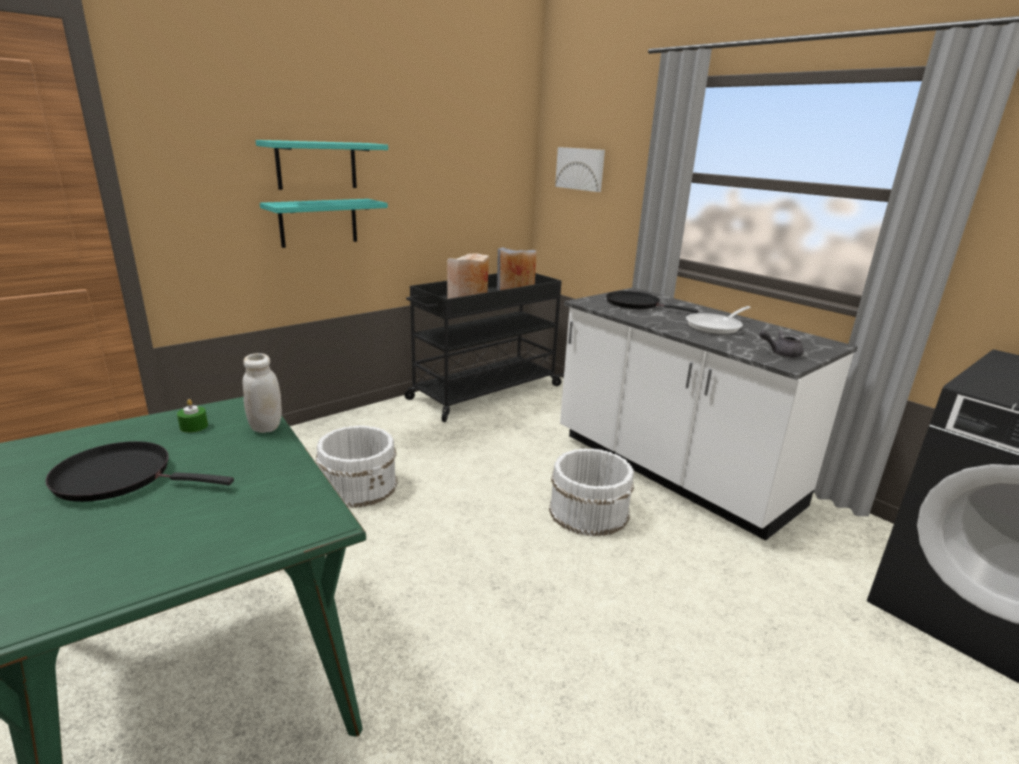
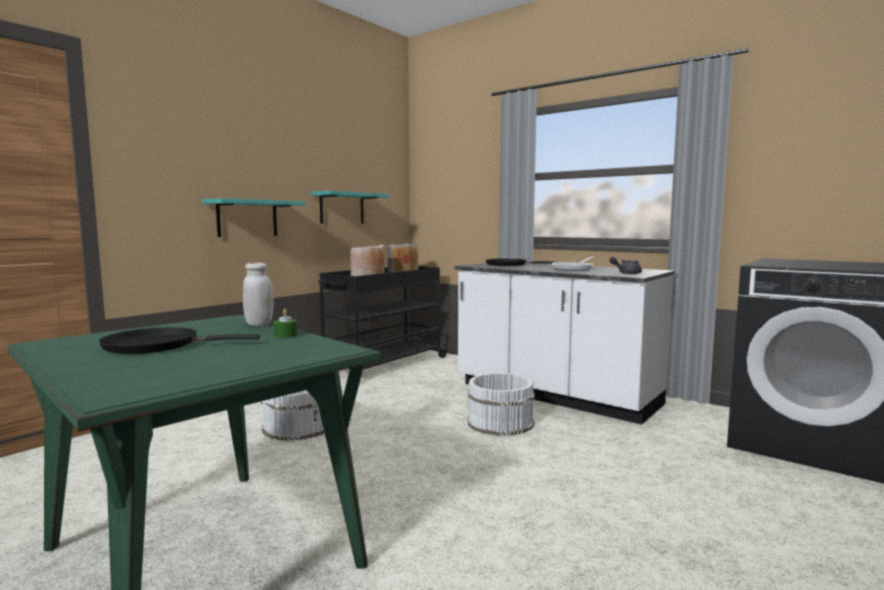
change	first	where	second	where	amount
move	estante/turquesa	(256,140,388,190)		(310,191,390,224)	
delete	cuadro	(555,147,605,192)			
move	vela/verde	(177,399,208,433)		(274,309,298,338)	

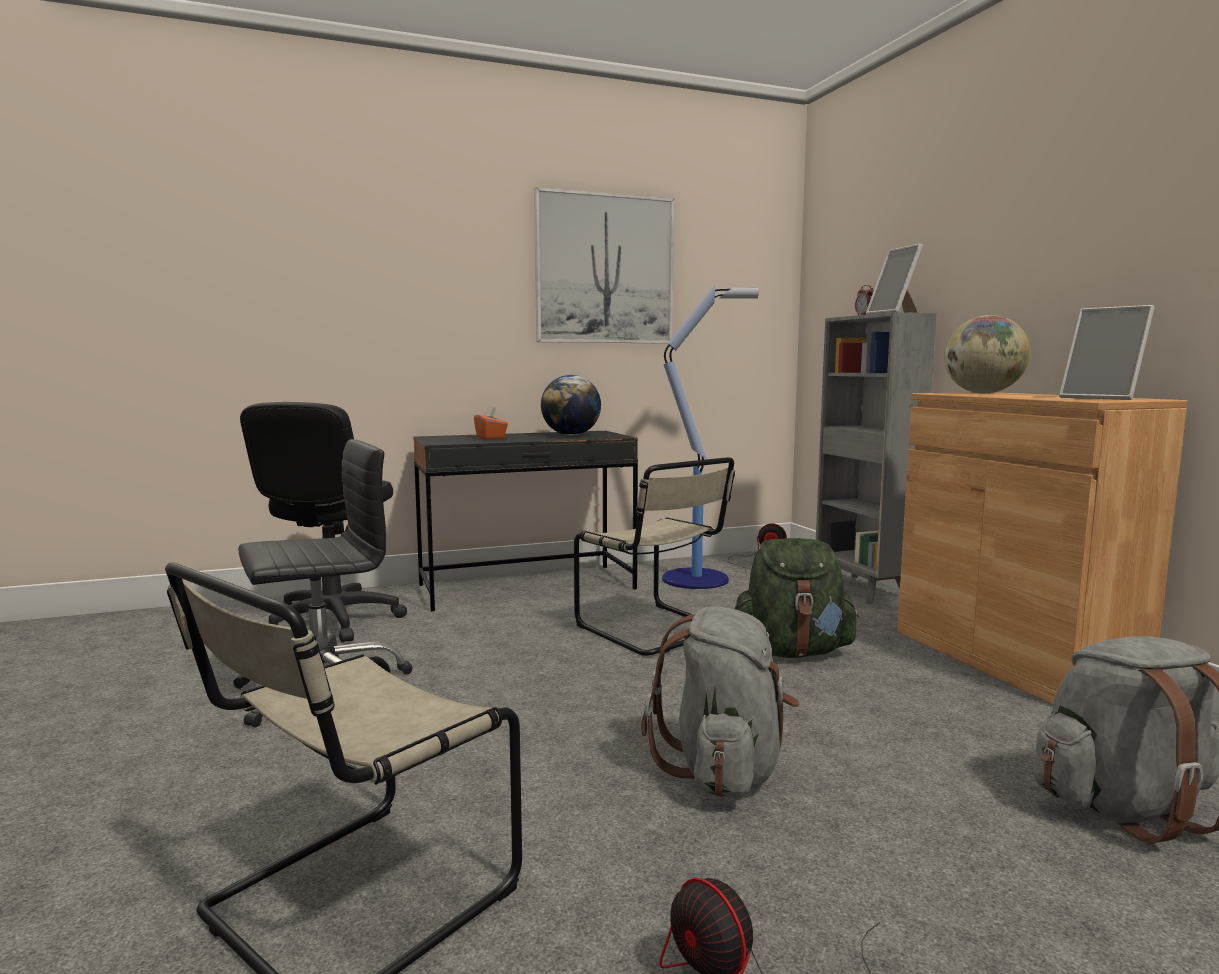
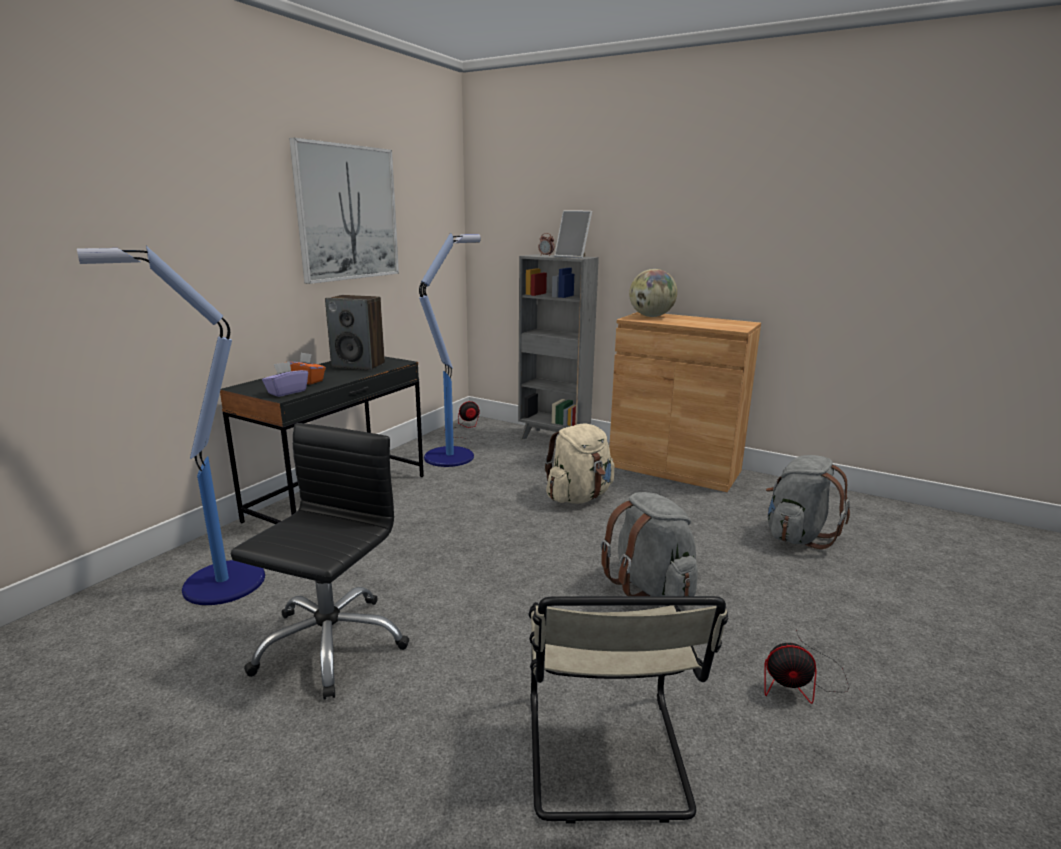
change	first	where	second	where	amount
delete	portarretratos	(1059,305,1155,400)			
replace	globo terráqueo	(541,375,601,436)	altavoz	(325,295,385,370)	
replace	silla de oficina/negro	(240,402,407,642)	lámpara de pie	(77,246,265,605)	
delete	silla/beis	(574,457,735,656)			
recolor	mochila/verde	(735,538,859,658)	mochila/beis	(545,424,614,504)	
insert			caja de pañuelos/morado	(262,361,308,397)	

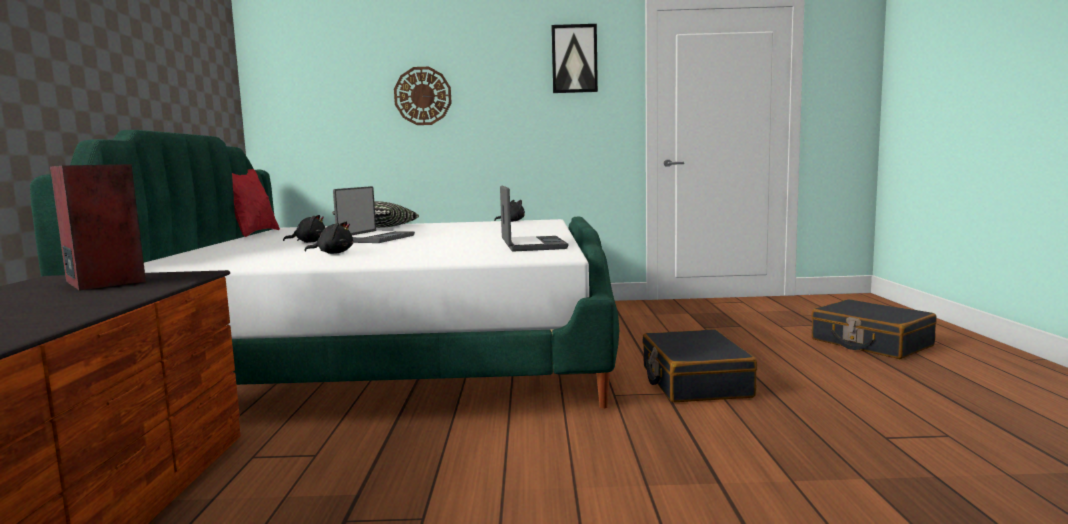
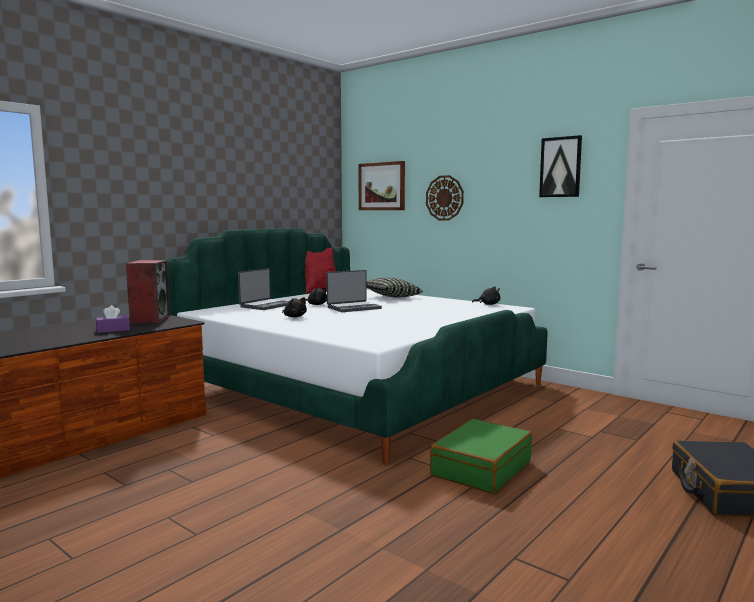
change	first	where	second	where	amount
move	portátil	(500,186,569,252)		(238,268,289,310)	
recolor	maleta/negro	(642,329,757,402)	maleta/verde	(430,419,532,494)	
insert			cuadro	(358,161,405,210)	
insert			caja de pañuelos/morado	(96,305,130,333)	

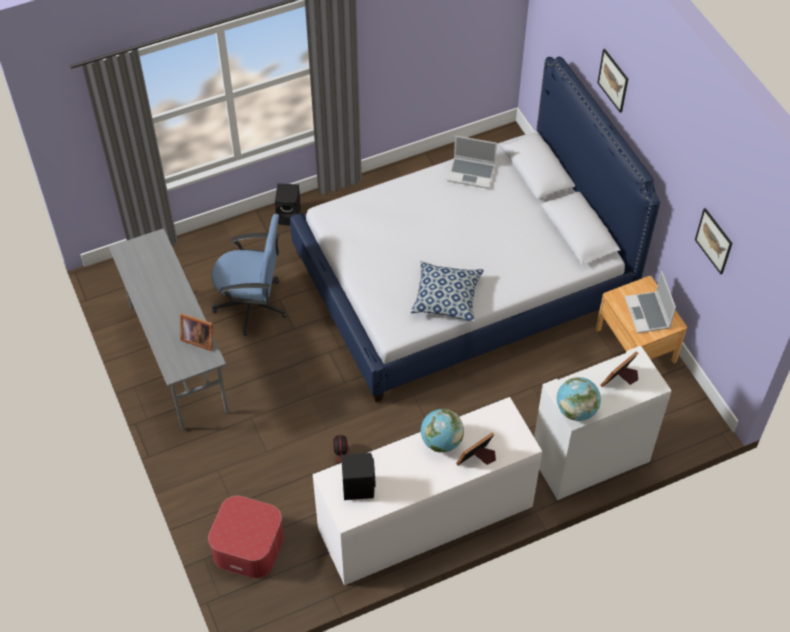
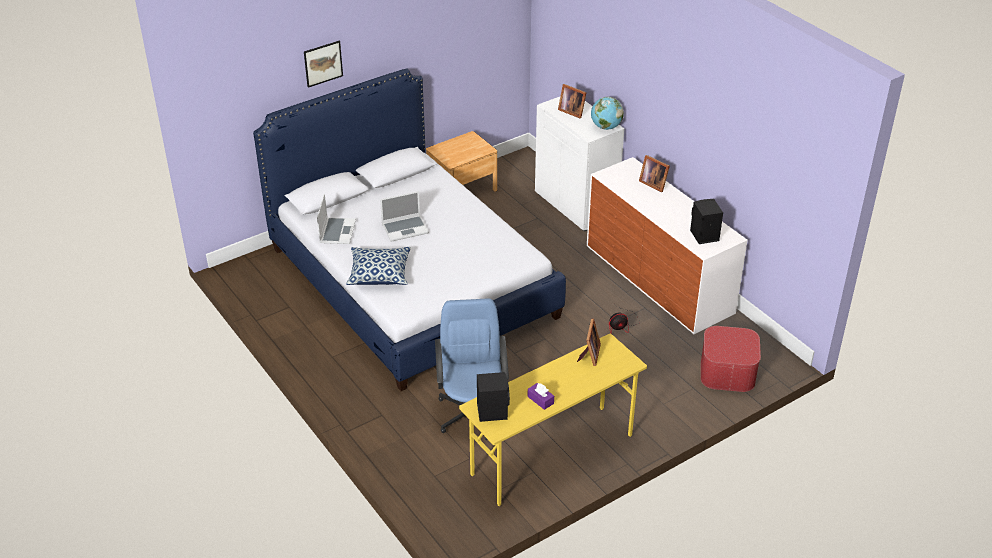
change	first	where	second	where	amount
move	altavoz/negro	(275,184,301,226)		(477,372,510,422)	
delete	cuadro	(695,208,732,274)			
recolor	escritorio/gris	(109,229,229,430)	escritorio/amarillo	(459,334,647,506)	
move	cojín	(410,261,484,322)		(346,247,411,285)	
move	portátil	(625,271,676,333)		(380,191,429,242)	
delete	globo terráqueo	(421,409,464,452)			
insert			caja de pañuelos/morado	(528,383,554,410)	

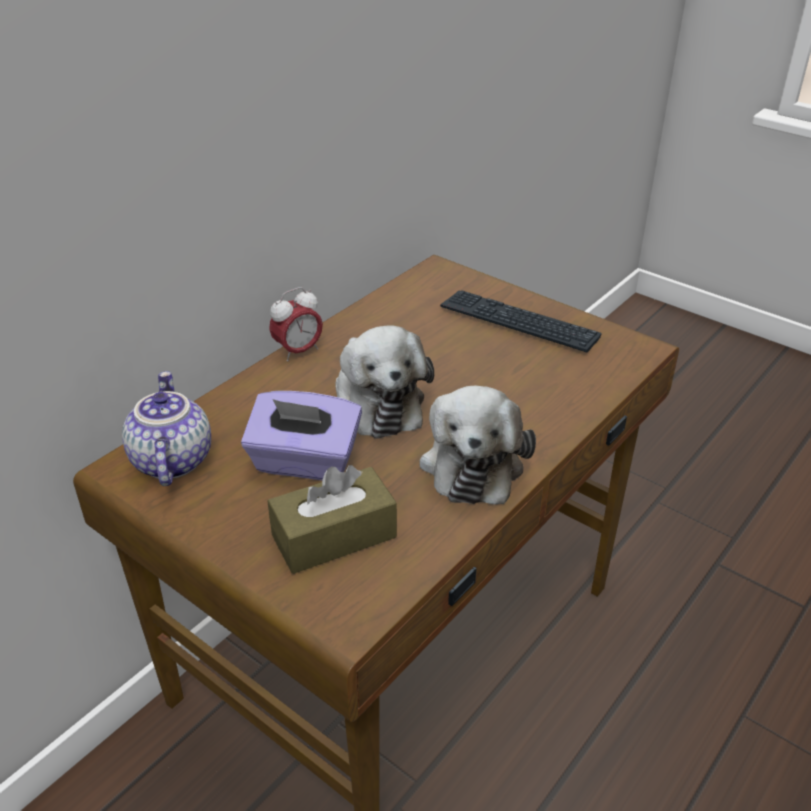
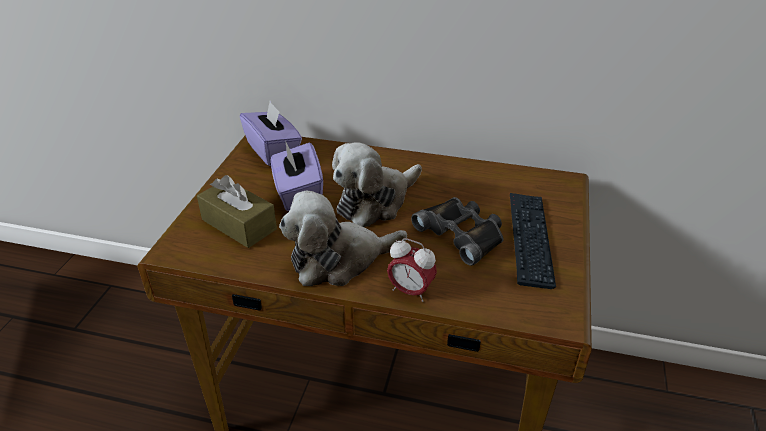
change	first	where	second	where	amount
move	despertador	(269,287,323,362)		(387,238,437,302)	
replace	tetera	(122,371,211,486)	caja de pañuelos/morado	(240,101,302,166)	
insert			prismáticos/negro	(411,197,503,266)	

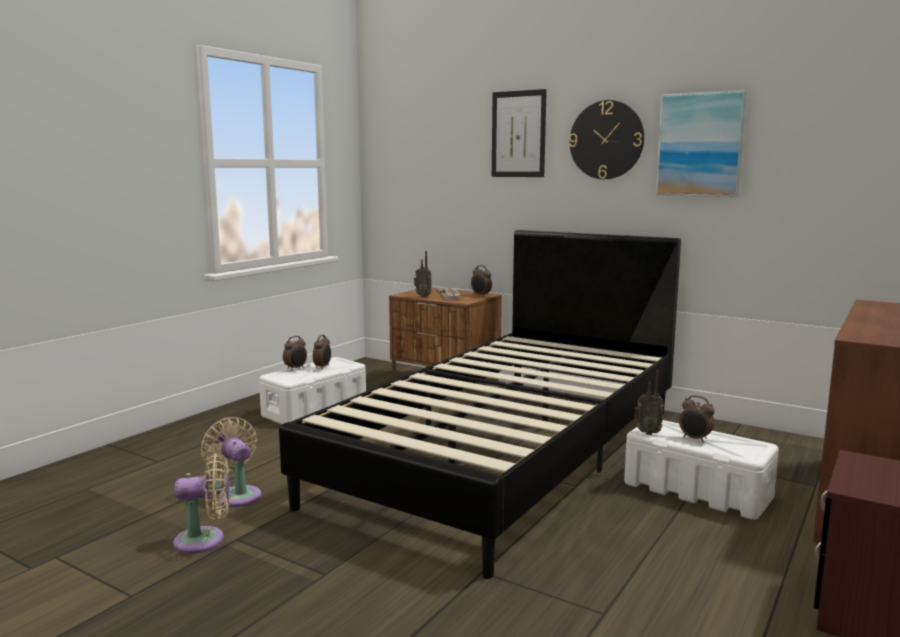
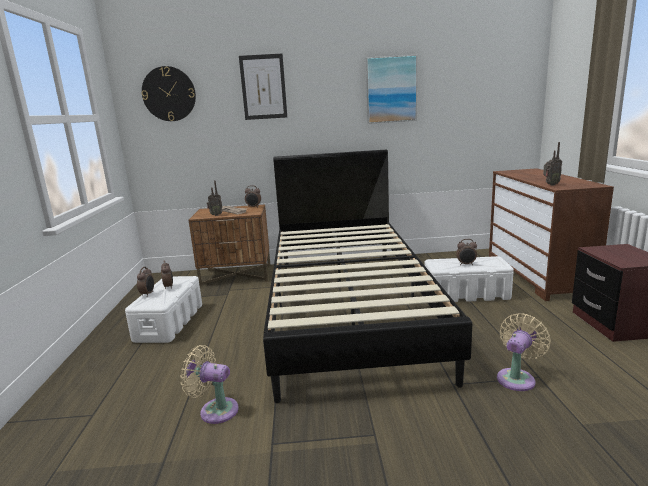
change	first	where	second	where	amount
move	reloj de pared	(569,100,644,179)		(142,66,196,121)	
move	radio	(634,370,664,435)		(543,142,562,186)	
move	ventilador/beis	(173,454,230,554)		(497,313,551,391)	

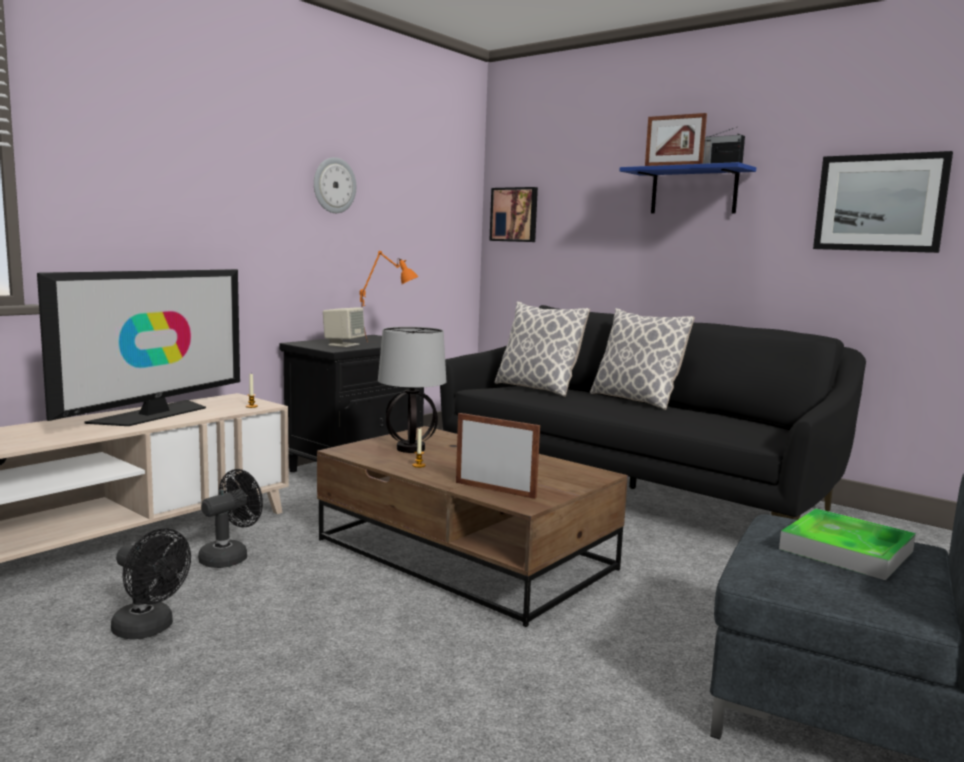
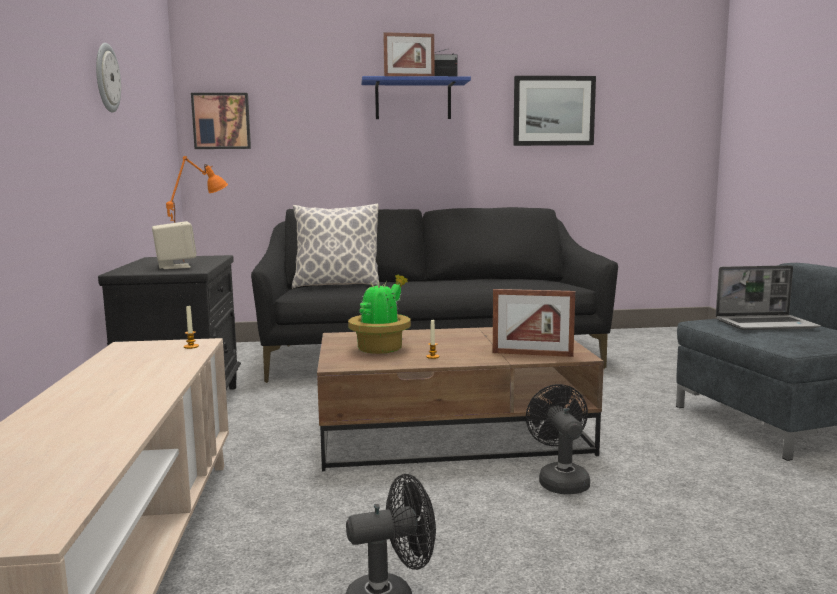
change	first	where	second	where	amount
delete	televisor	(37,269,240,426)			
delete	cojín	(590,308,695,410)			
replace	lámpara de mesa	(378,327,446,453)	planta en maceta	(348,275,411,354)	
rotate	portarretratos	(456,413,540,499)		(493,289,575,357)	150 degrees counterclockwise
move	ventilador/negro	(198,469,263,568)		(526,384,590,494)	
replace	bandeja	(779,508,916,580)	portátil	(716,265,821,330)	

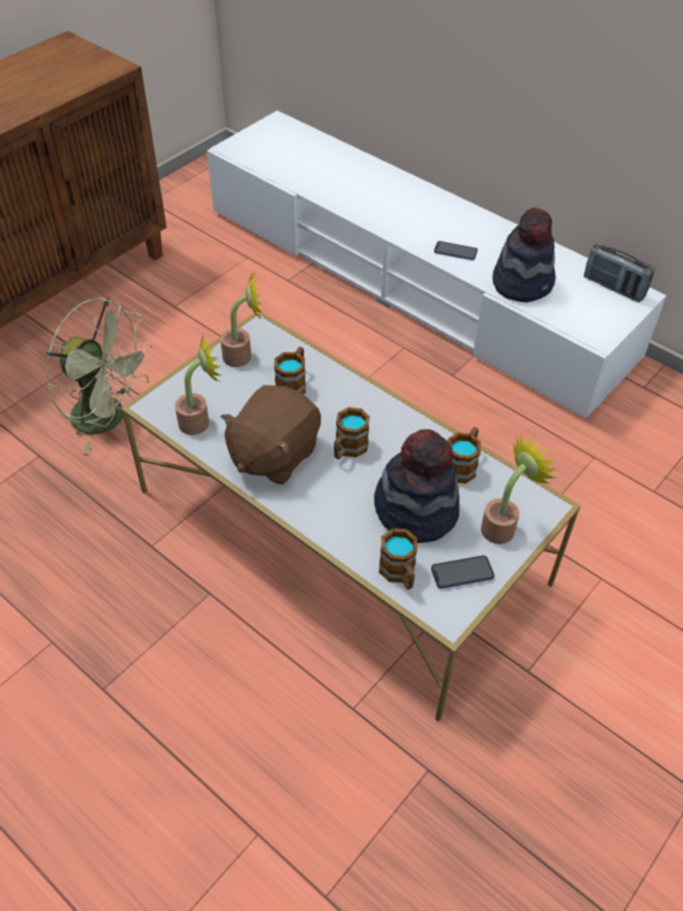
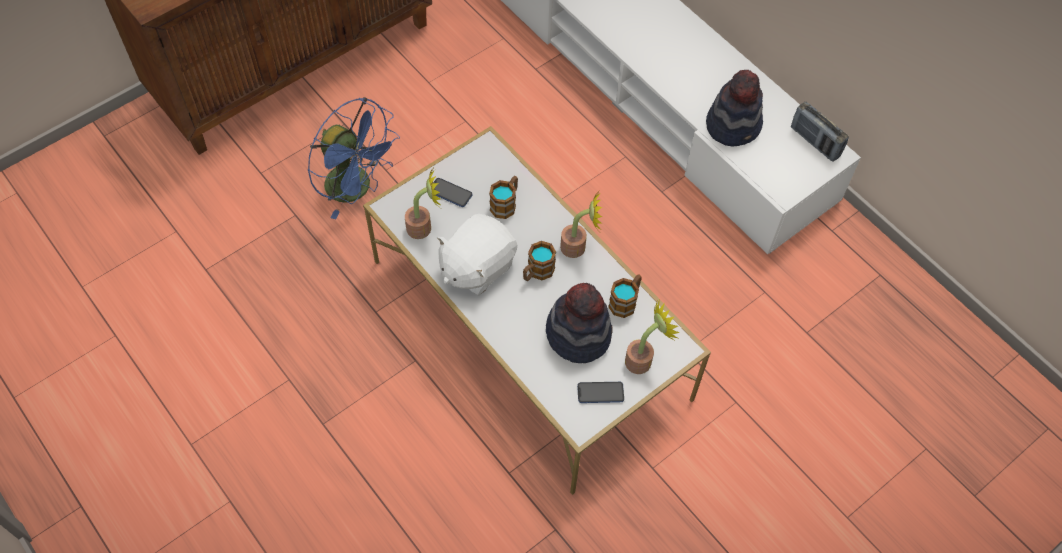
change	first	where	second	where	amount
move	móvil	(434,241,478,260)		(433,178,472,207)	
move	planta en maceta	(220,272,262,367)		(560,192,602,258)	
recolor	ventilador/verde	(46,297,153,453)	ventilador/azul	(308,97,400,219)	
recolor	peluche/marrón	(220,385,321,485)	peluche/blanco	(437,214,517,296)	
delete	taza grande	(379,529,417,590)			

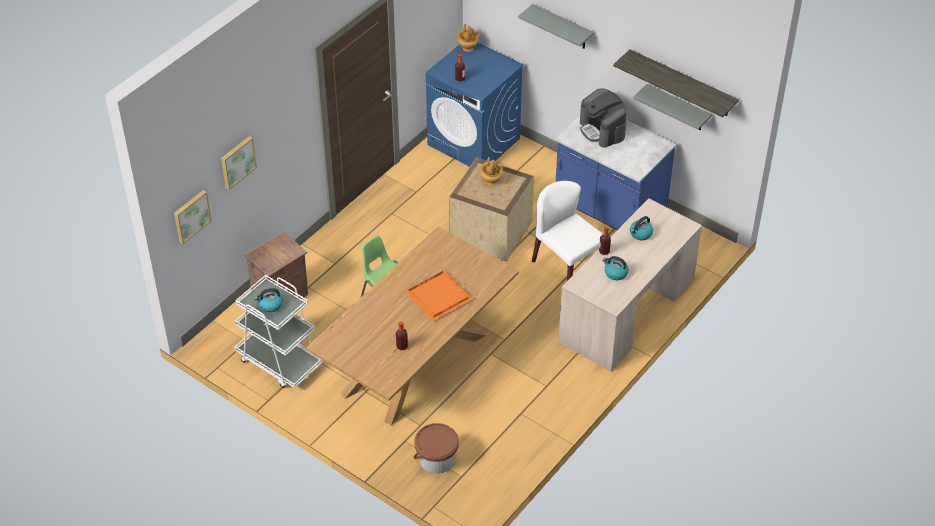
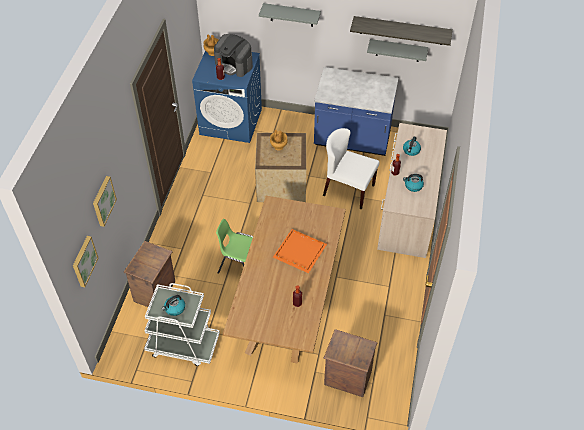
change	first	where	second	where	amount
move	cafetera	(580,88,627,148)		(214,34,253,77)	
replace	cubo/marrón	(414,423,459,474)	caja de embalaje	(324,329,377,397)	

